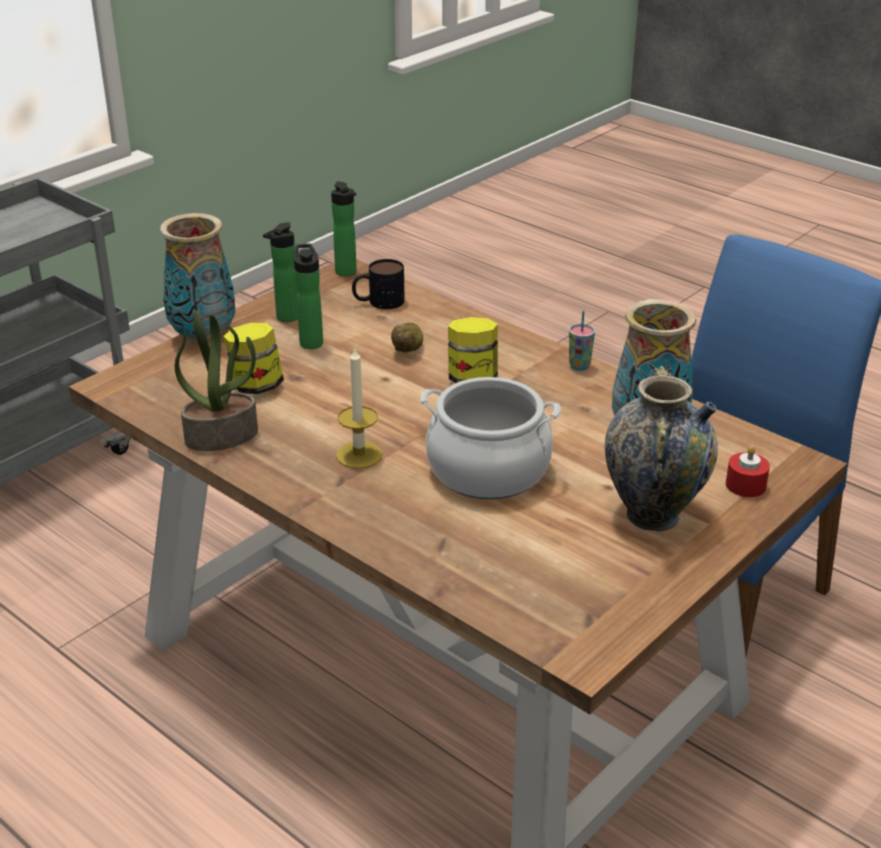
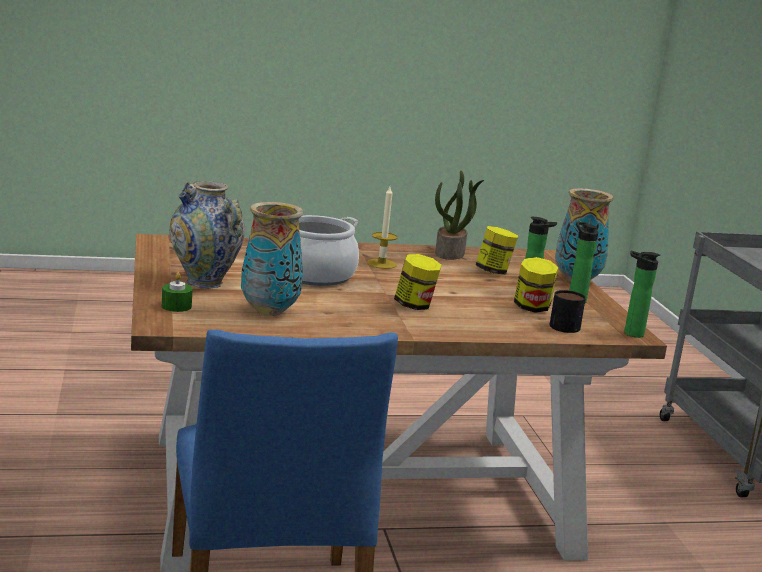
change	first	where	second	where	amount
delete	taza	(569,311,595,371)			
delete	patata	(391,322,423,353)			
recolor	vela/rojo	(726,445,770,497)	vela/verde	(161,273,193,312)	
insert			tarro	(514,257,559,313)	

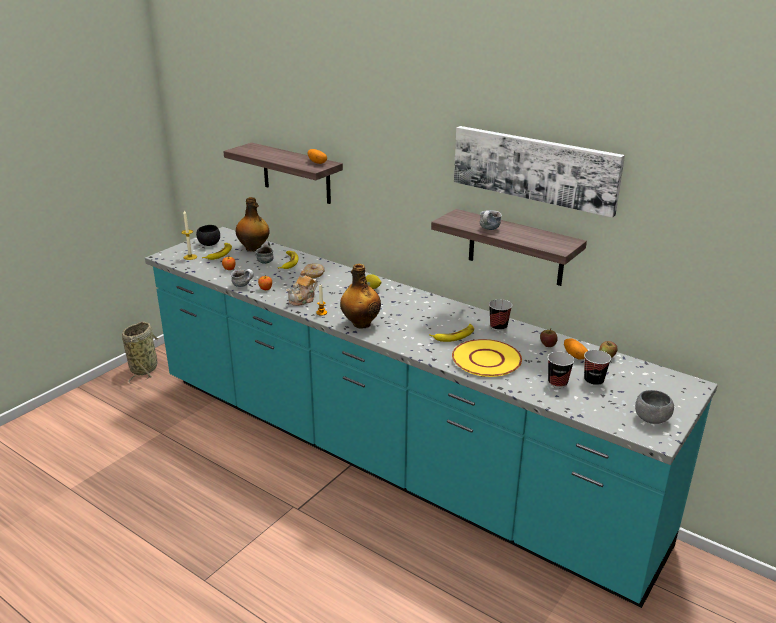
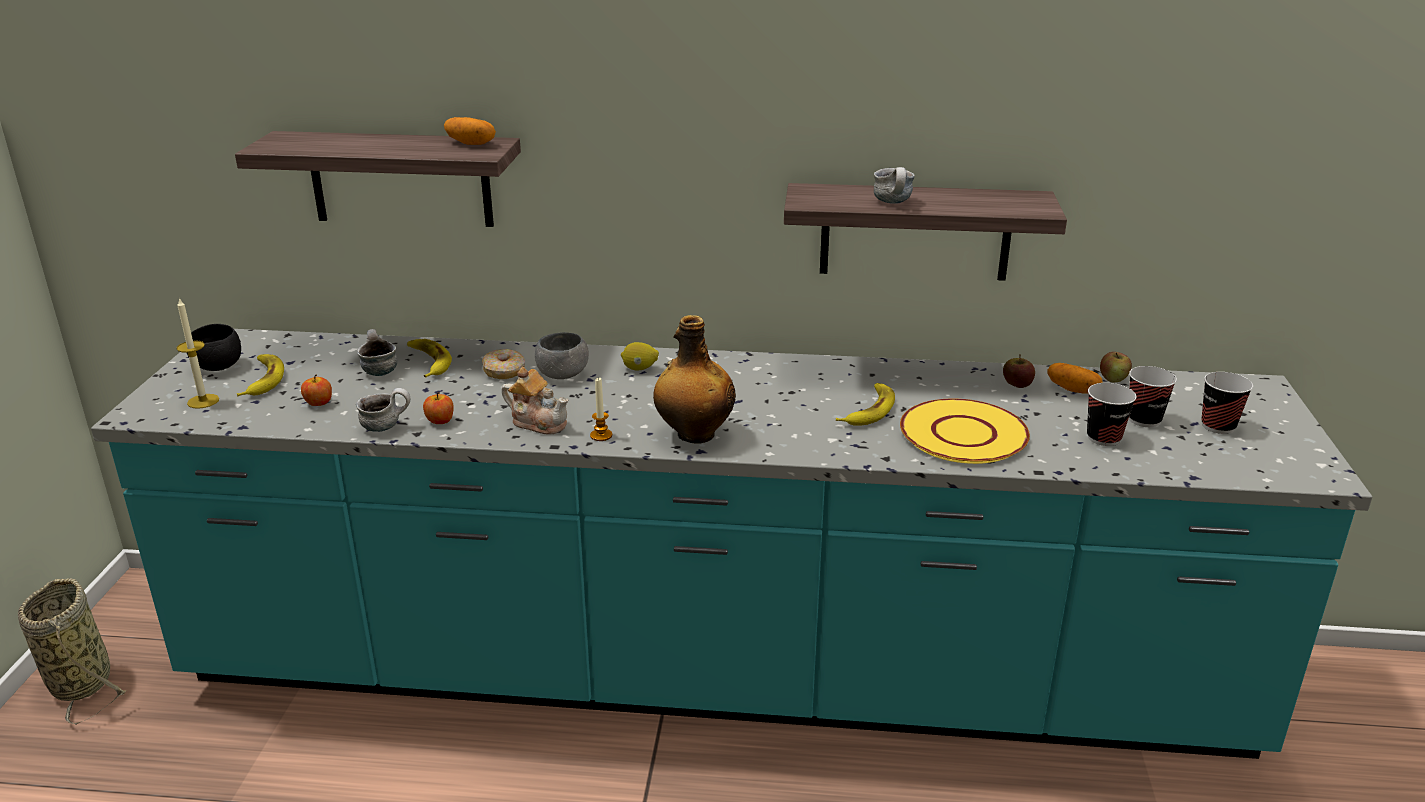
change	first	where	second	where	amount
delete	cuadro	(454,126,625,218)			
delete	botella	(236,197,269,252)			
rotate	tetera	(286,270,318,306)		(501,367,569,434)	75 degrees counterclockwise
move	taza	(489,299,512,331)		(1201,372,1253,434)	
move	cuenco/gris	(635,390,674,424)		(535,332,589,379)	

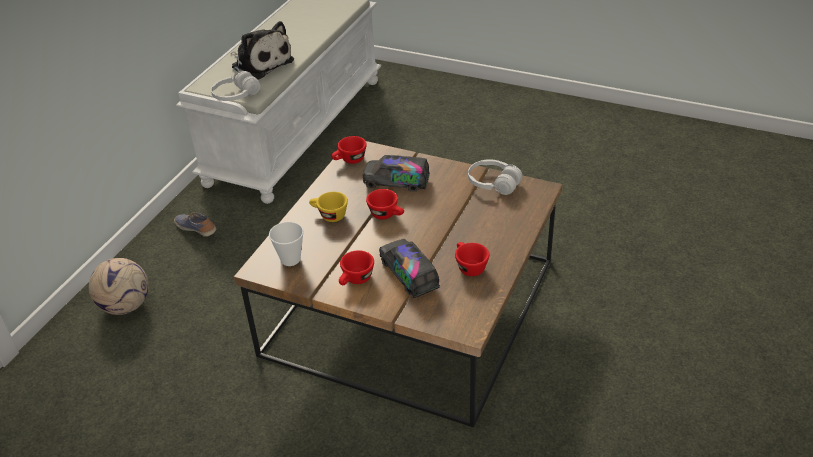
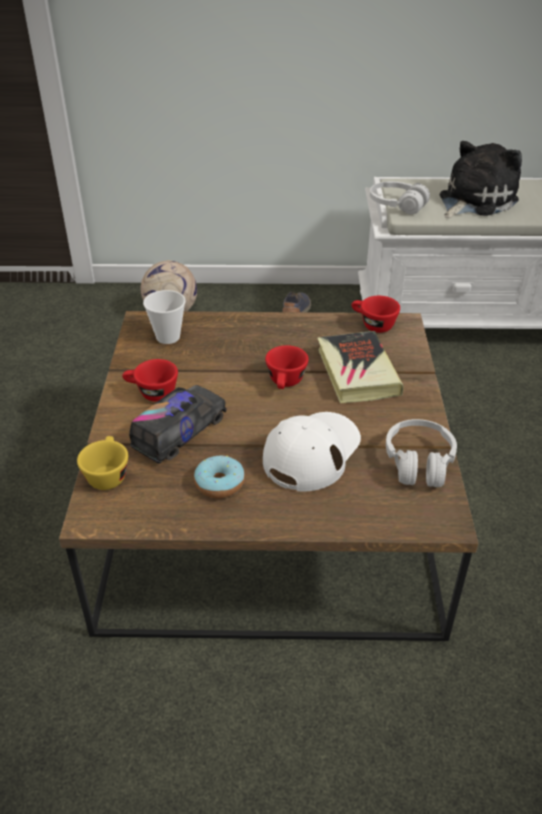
change	first	where	second	where	amount
rotate	peluche	(231,21,294,80)		(440,141,522,218)	150 degrees counterclockwise
replace	camión de juguete	(363,155,430,192)	libro	(317,331,404,403)	
move	taza/amarillo	(309,192,348,222)		(77,436,128,490)	
replace	taza/rojo	(455,242,489,276)	rosquilla	(194,456,245,499)	
insert			gorra/blanco	(263,412,361,492)	

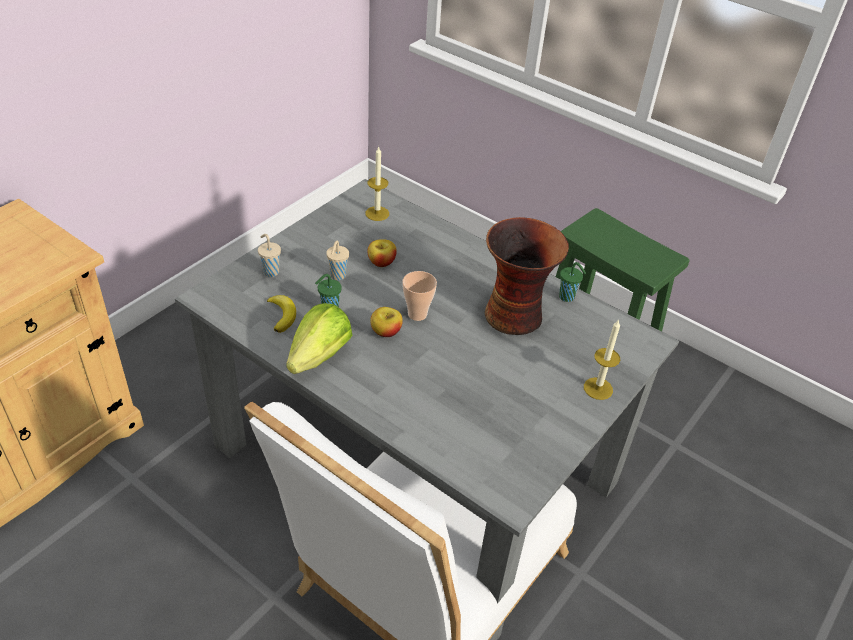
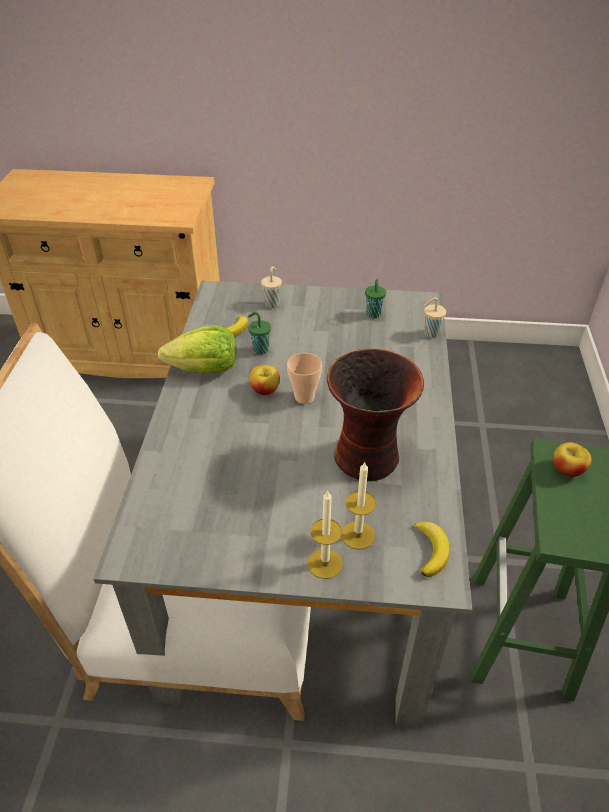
change	first	where	second	where	amount
move	vela	(365,147,389,221)		(341,462,376,550)	
move	manzana	(367,239,397,267)		(553,442,592,477)	
move	taza/beis	(326,240,349,280)		(424,297,446,338)	
move	taza/verde	(559,262,586,302)		(365,279,386,318)	
insert			plátano	(413,522,450,577)	

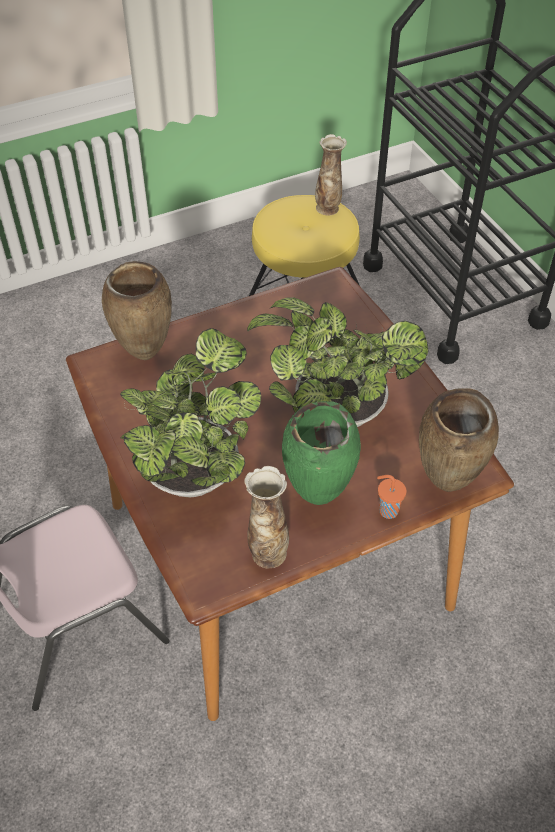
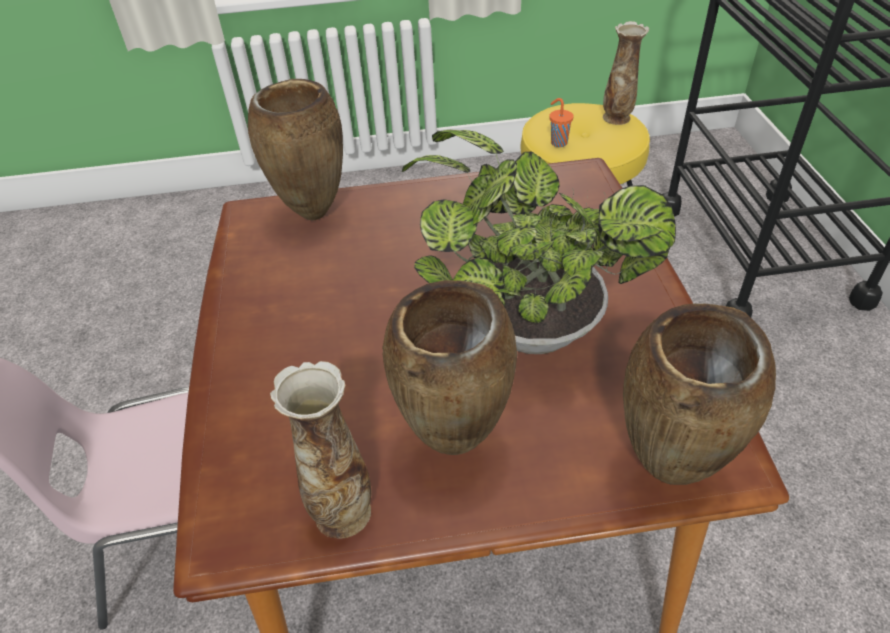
change	first	where	second	where	amount
delete	planta en maceta	(120,328,261,497)			
recolor	florero/verde	(282,401,361,505)	florero/marrón	(382,280,517,455)	
move	taza/naranja	(377,475,407,519)		(549,98,574,147)	

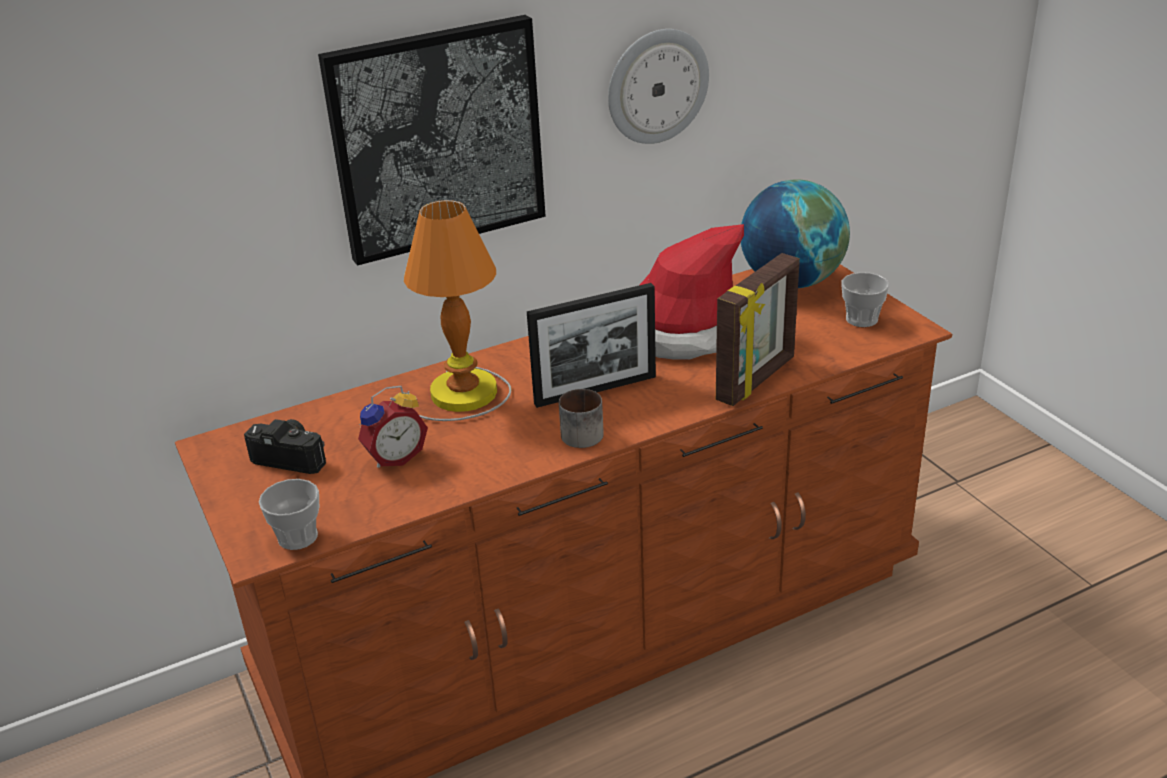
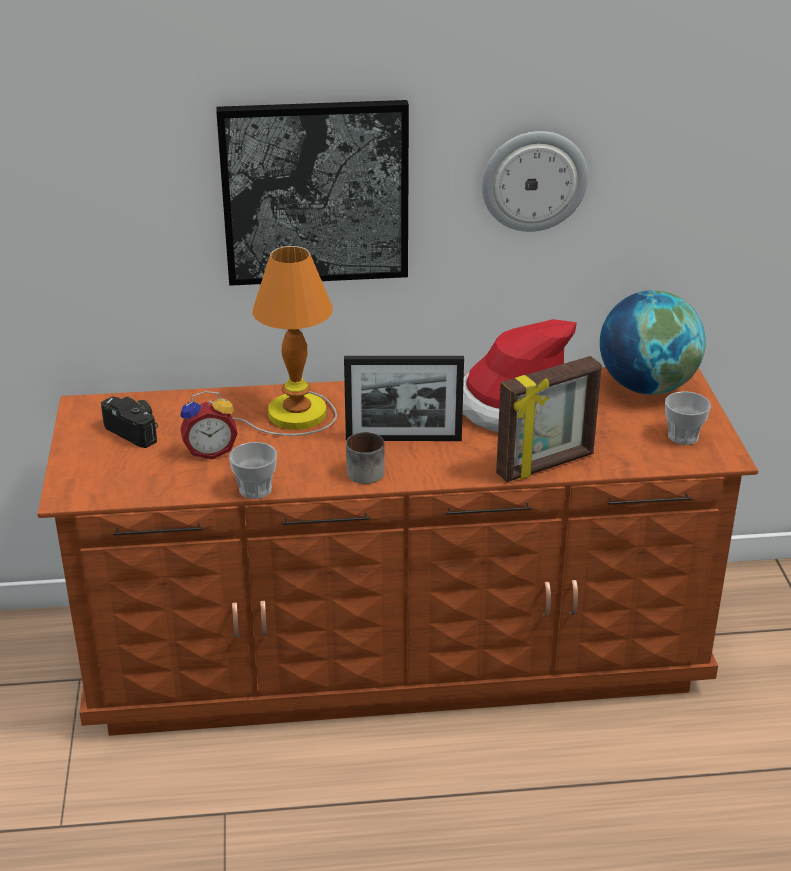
change	first	where	second	where	amount
move	taza	(259,479,319,550)		(229,442,277,499)	

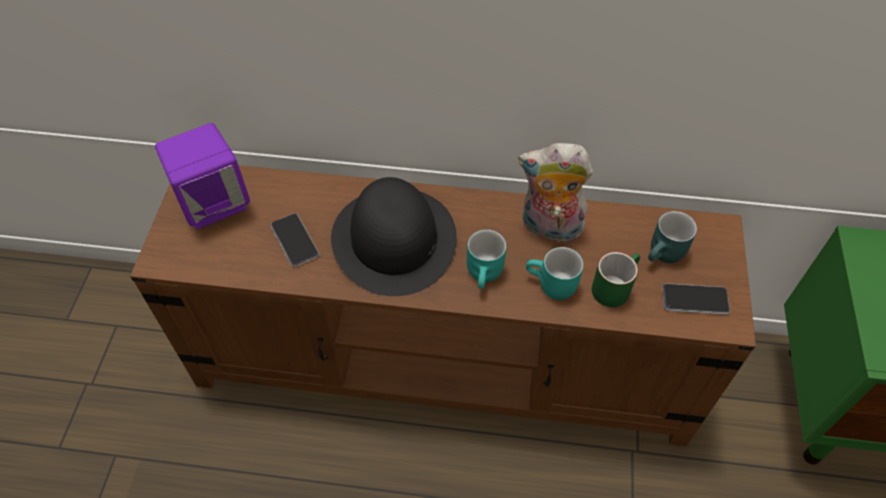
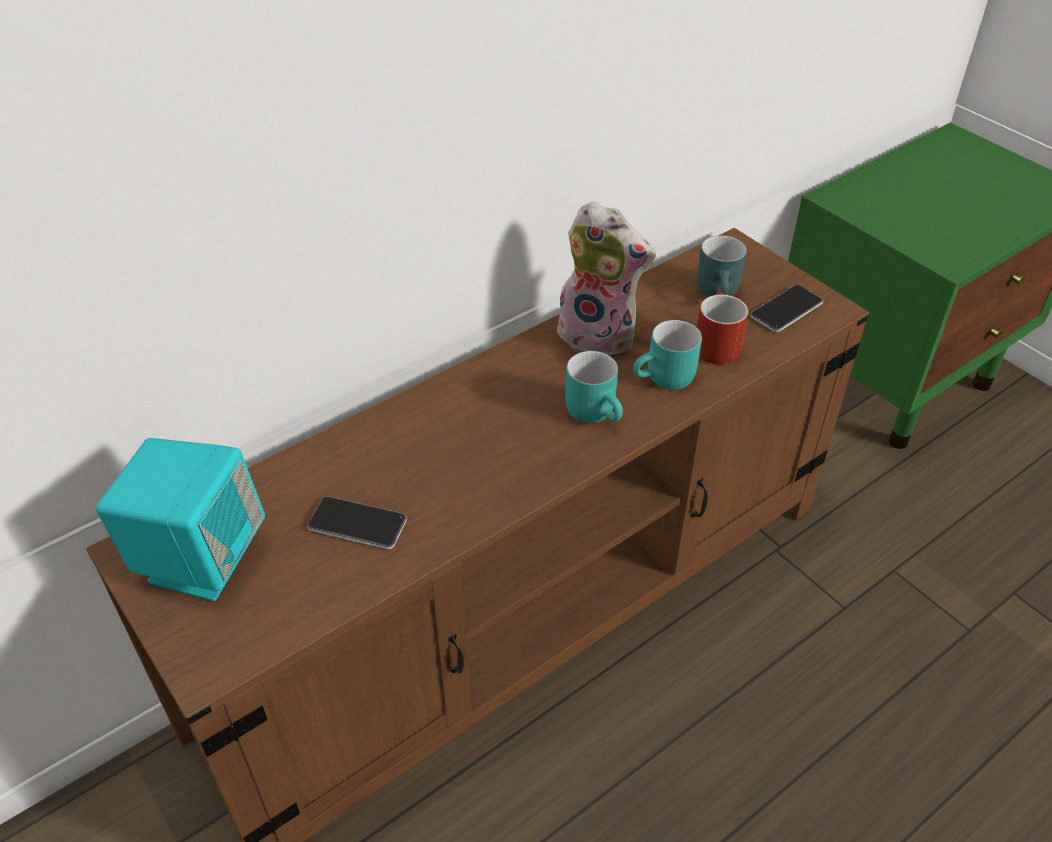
change	first	where	second	where	amount
recolor	altavoz/morado	(155,123,250,229)	altavoz/turquesa	(96,438,265,601)	
rotate	peluche	(518,143,593,242)		(553,201,656,358)	120 degrees counterclockwise
delete	sombrero/negro	(331,177,457,296)			
recolor	taza grande/verde	(592,252,640,307)	taza grande/rojo	(697,292,748,365)	

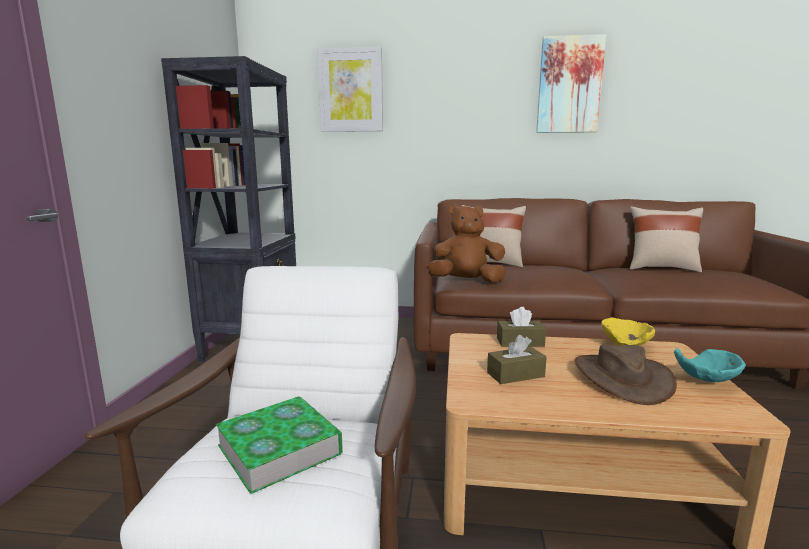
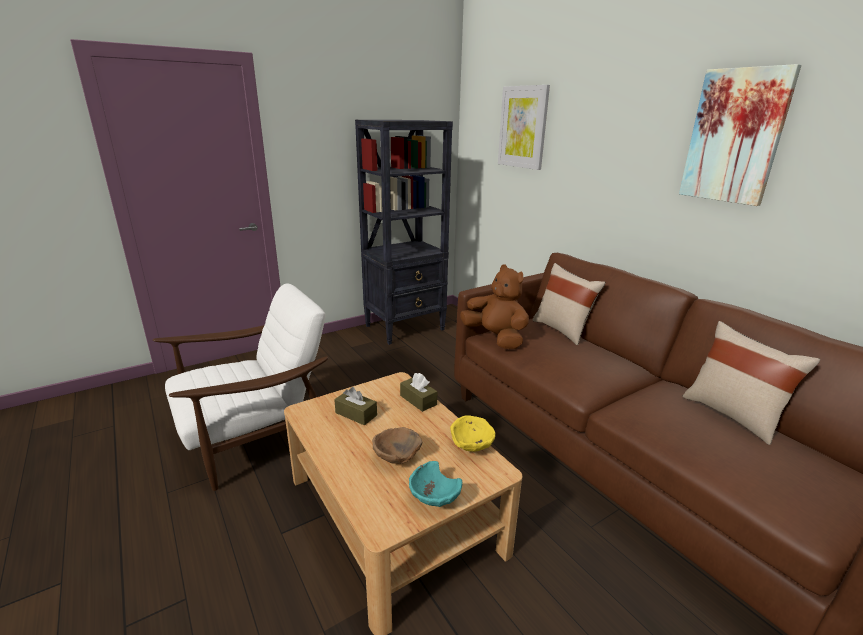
change	first	where	second	where	amount
replace	sombrero/marrón	(575,345,677,405)	cuenco/marrón	(372,427,422,464)	
delete	libro	(216,396,343,494)			

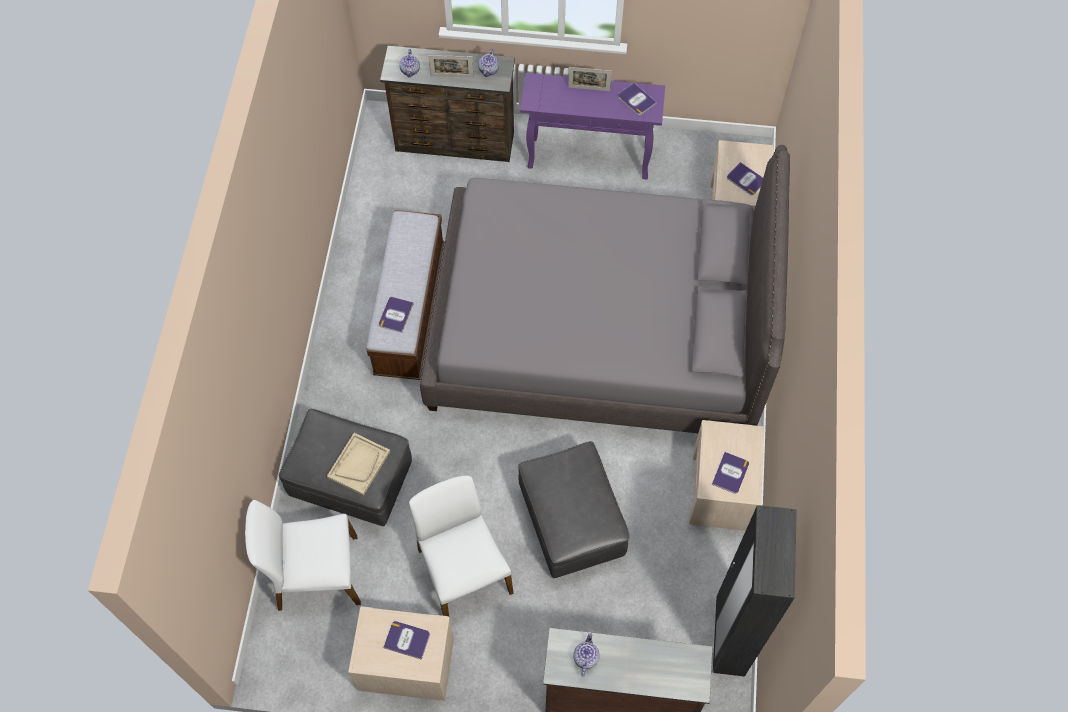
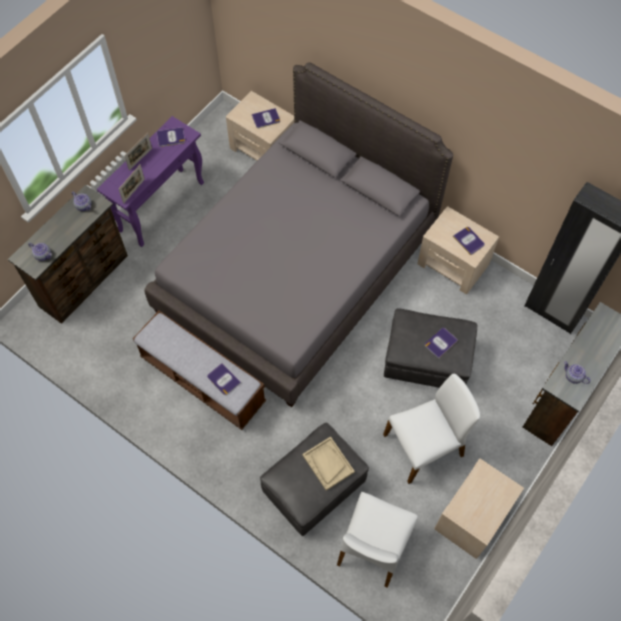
change	first	where	second	where	amount
move	portarretratos	(428,55,474,77)		(119,164,145,204)	
rotate	silla/blanco	(409,476,514,616)		(383,374,480,484)	150 degrees clockwise
move	libro	(383,621,430,660)		(425,328,458,359)	

